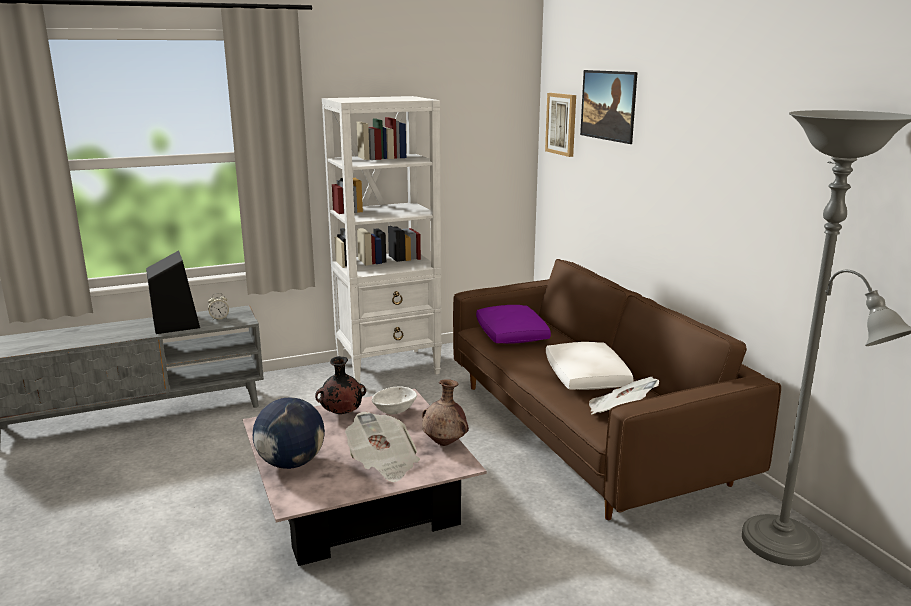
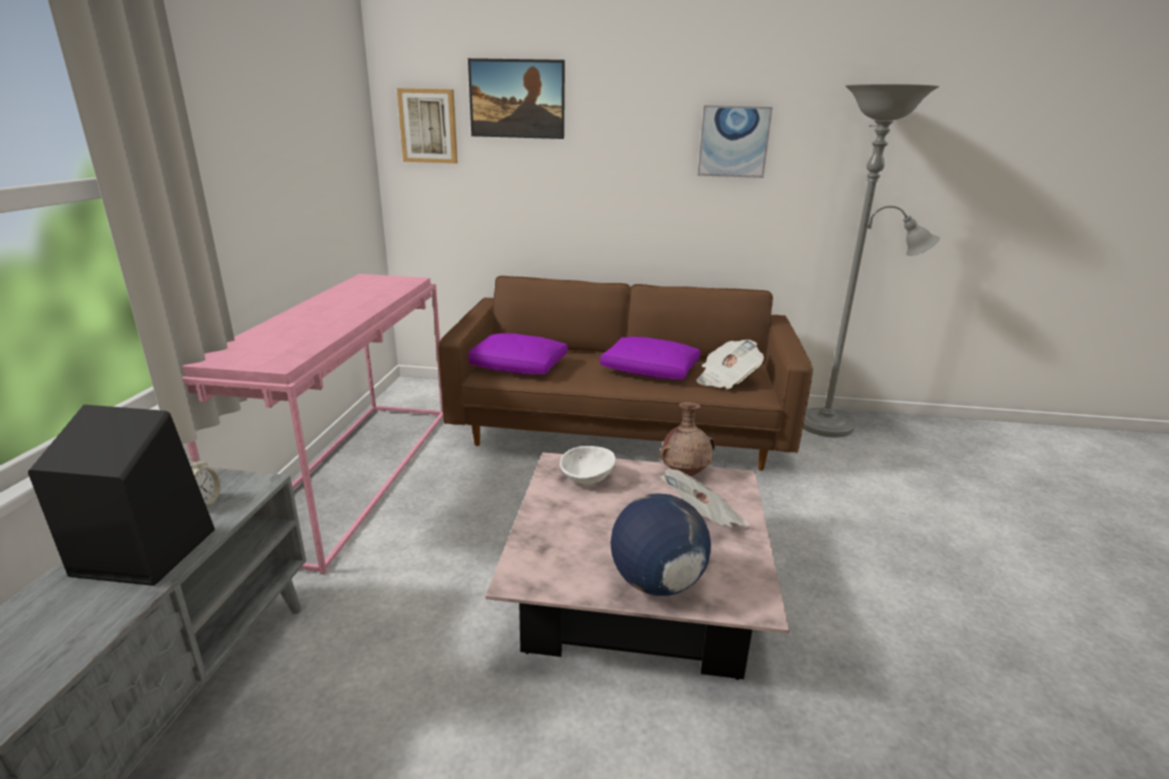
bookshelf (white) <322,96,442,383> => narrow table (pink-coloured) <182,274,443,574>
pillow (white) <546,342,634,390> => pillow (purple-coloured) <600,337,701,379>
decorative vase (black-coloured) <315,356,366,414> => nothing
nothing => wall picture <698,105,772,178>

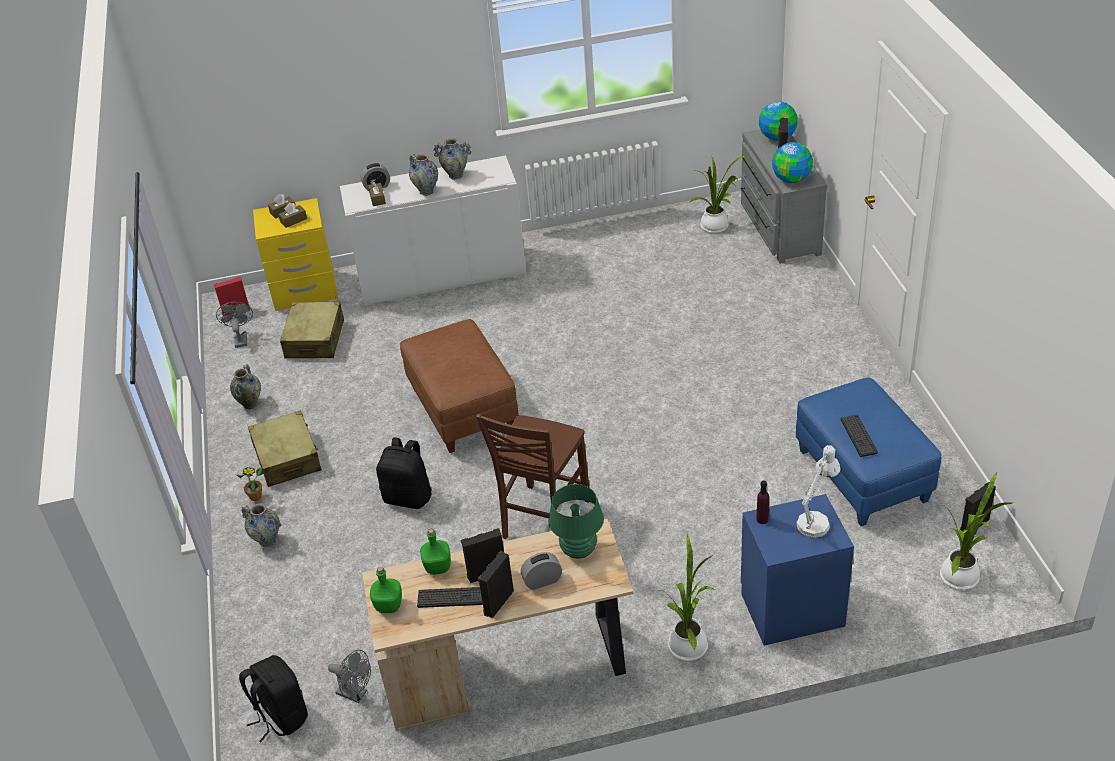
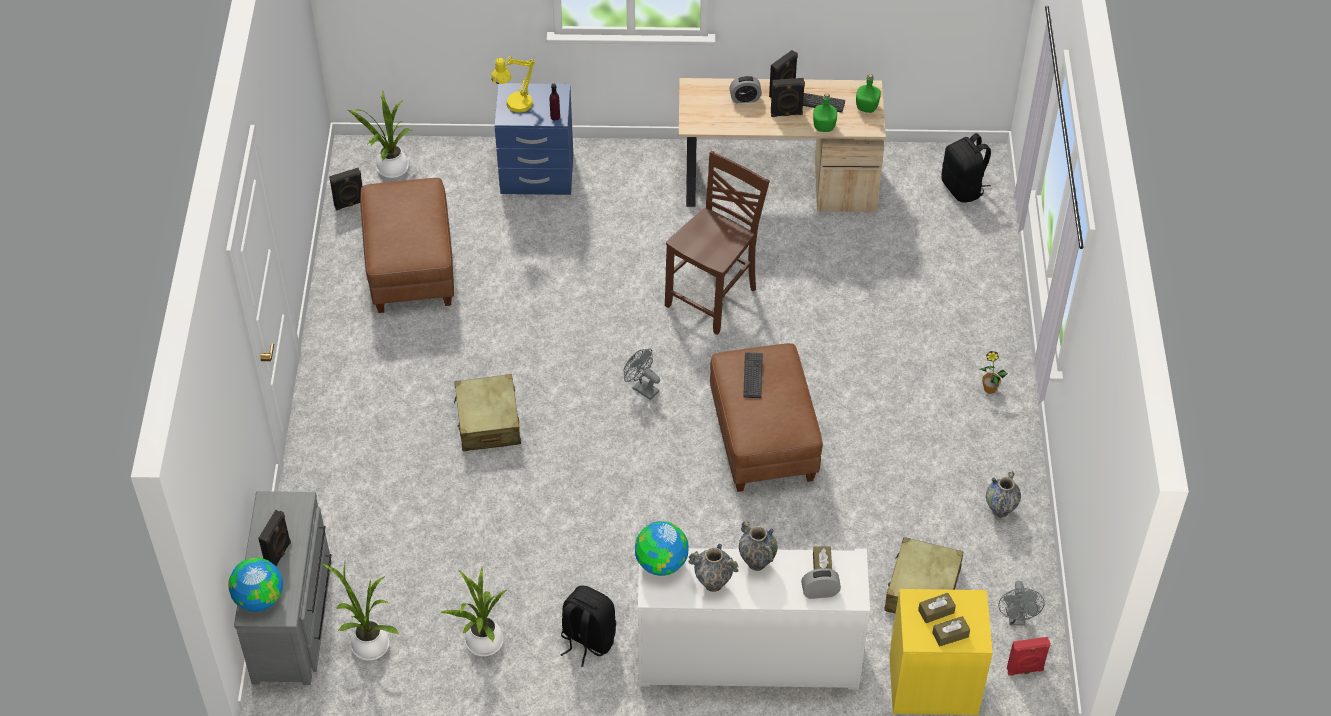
world globe <772,142,813,183> => world globe <635,521,688,576>, move
footrest (bluish) <796,378,941,526> => footrest (brown-coloured) <360,178,454,313>
travel case (beige) <248,411,322,487> => travel case (beige) <454,374,521,451>, move
computer keyboard <841,415,878,457> => computer keyboard <743,352,763,398>, move
backpack (black-coloured) <376,437,432,509> => backpack (black-coloured) <561,586,616,667>, move
tabletop lamp (white) <797,445,840,538> => tabletop lamp (yellow-coloured) <491,56,535,113>
tabletop lamp (green) <548,484,604,559> => nothing
decorative vase <241,504,281,547> => nothing
plant in a pot <658,534,715,661> => plant in a pot <441,567,507,656>, move
electric fan (grey) <328,650,371,703> => electric fan (grey) <624,348,660,400>, move

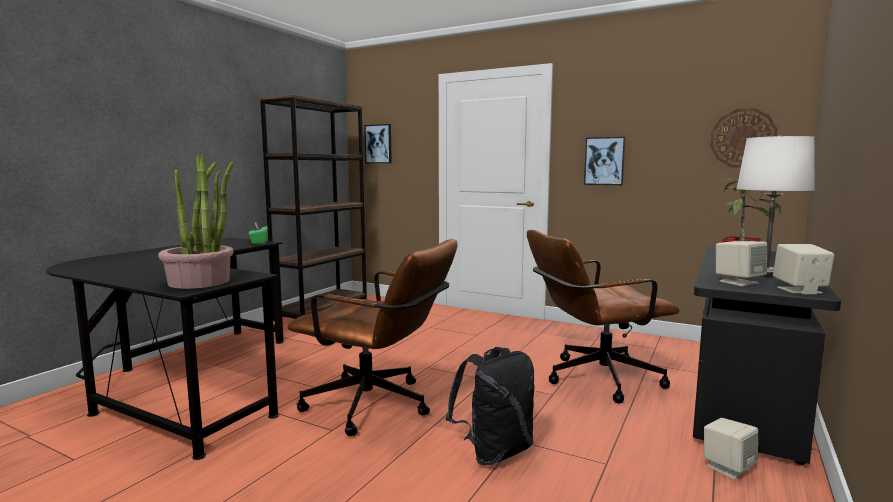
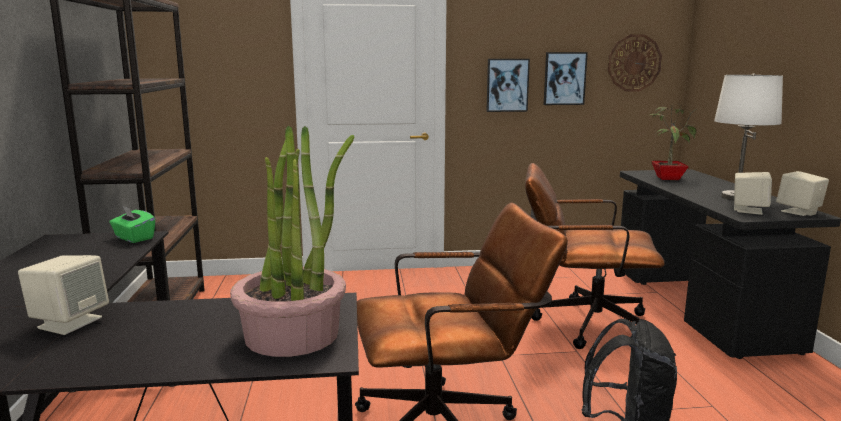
wall picture <364,124,392,163> => wall picture <544,52,588,105>, move
computer chair (brown-coloured) <527,230,680,404> => computer chair (brown-coloured) <525,163,665,349>, 60 degrees clockwise
speaker (beige) <704,418,758,479> => speaker (beige) <18,255,109,335>, move

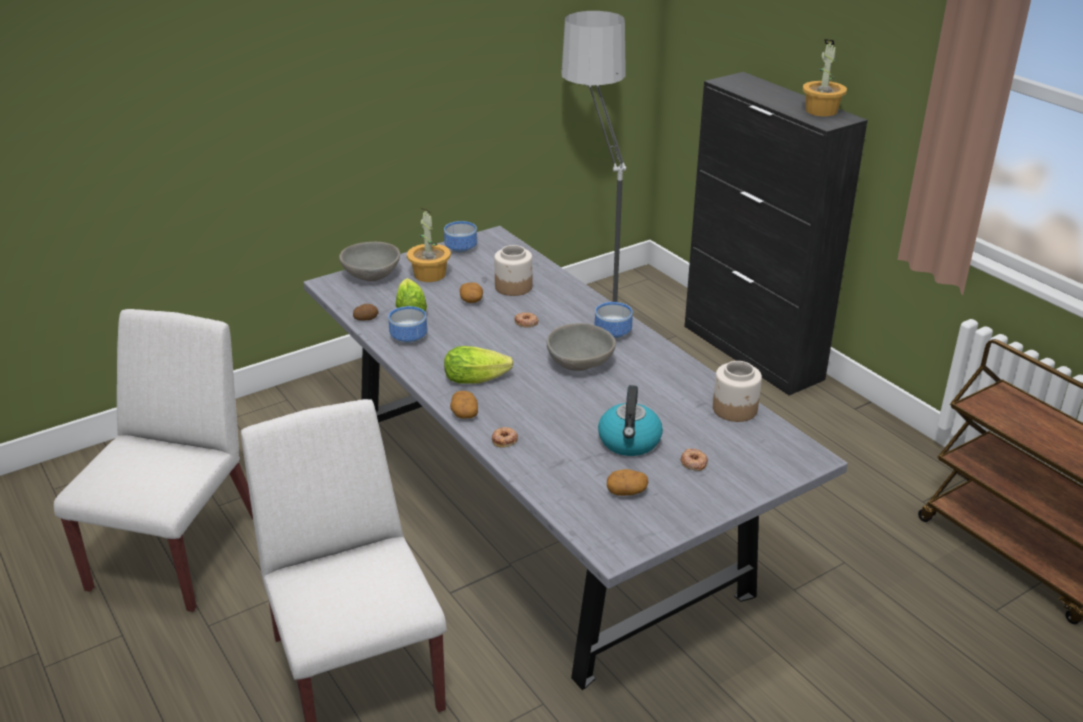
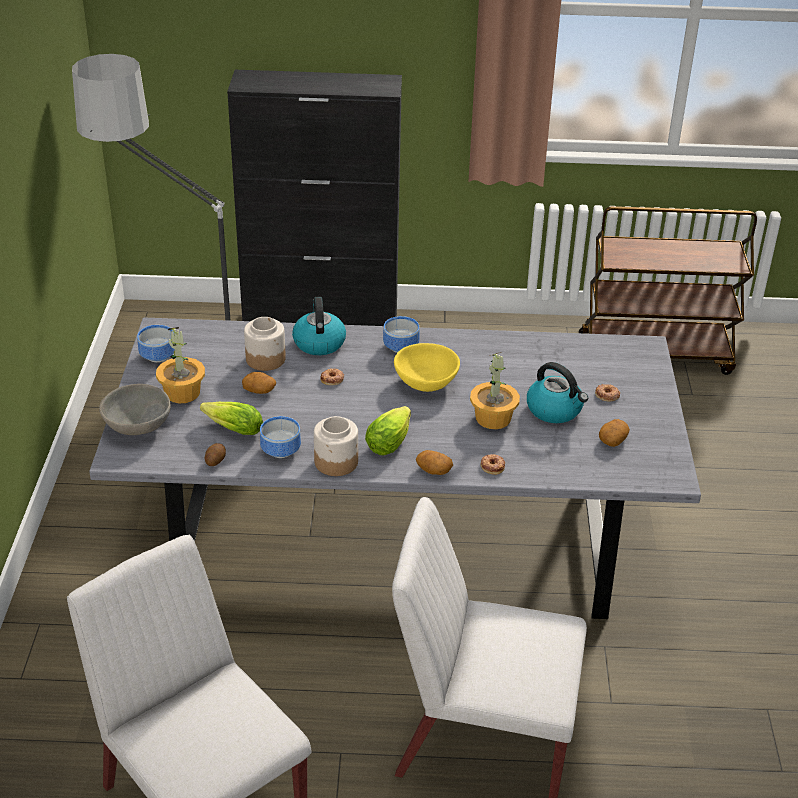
plant in a pot <802,39,847,117> => plant in a pot <470,352,520,429>, move
bowl (grey) <547,323,616,371> => bowl (yellow-coloured) <394,343,460,392>
preserve jar <713,361,762,422> => preserve jar <314,416,358,476>, move
nothing => water kettle <292,297,346,355>

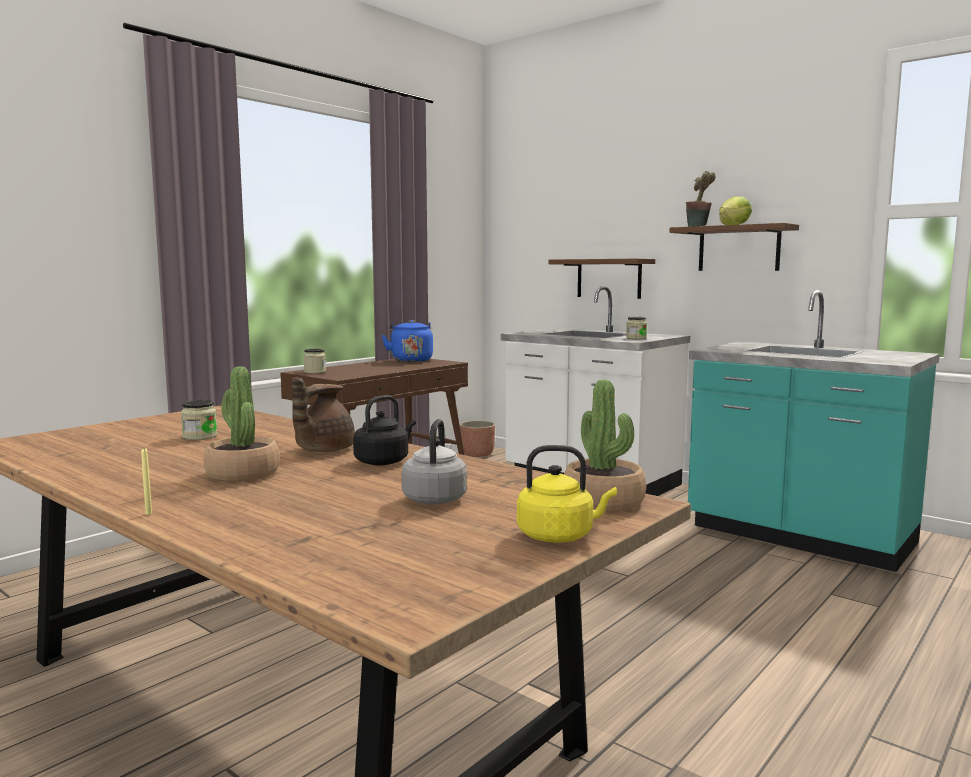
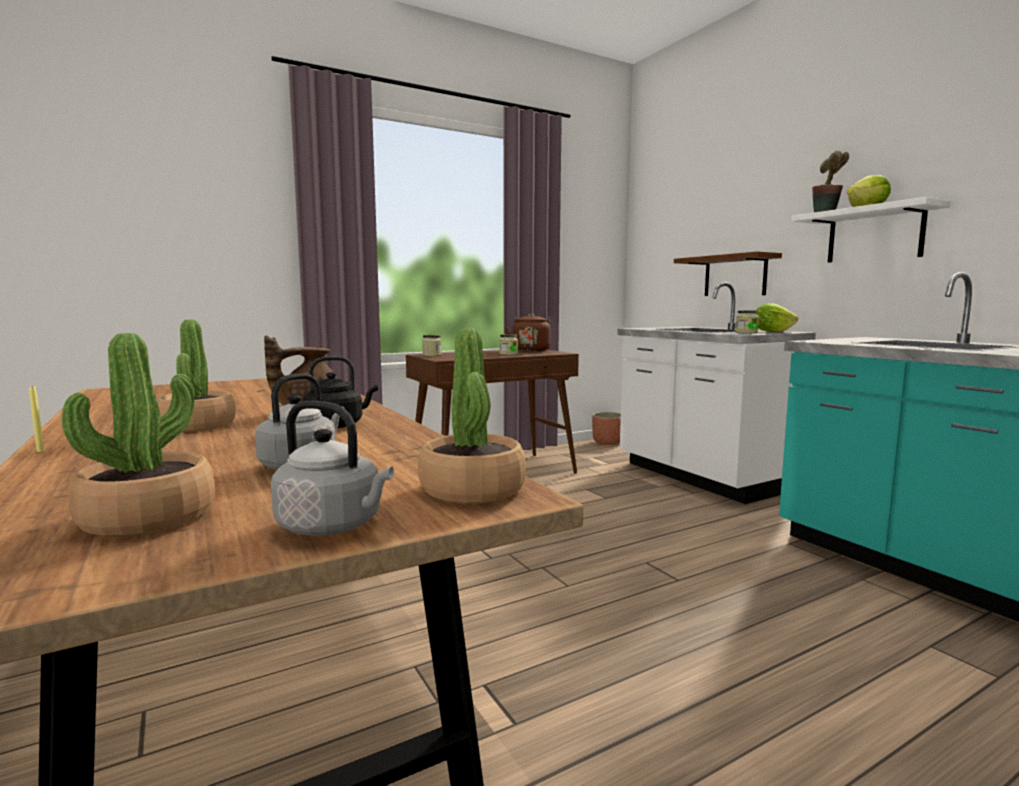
shelf (brown-coloured) <670,223,799,271> => shelf (white) <791,197,951,263>
water kettle (bluish) <382,320,433,362> => water kettle (brown-coloured) <504,314,551,352>
preserve jar <181,400,217,440> => preserve jar <499,334,518,355>, move
water kettle (yellow-coloured) <517,445,617,543> => water kettle (grey) <271,401,394,536>
nothing => lettuce <755,303,798,332>
nothing => plant in a pot <62,333,215,537>

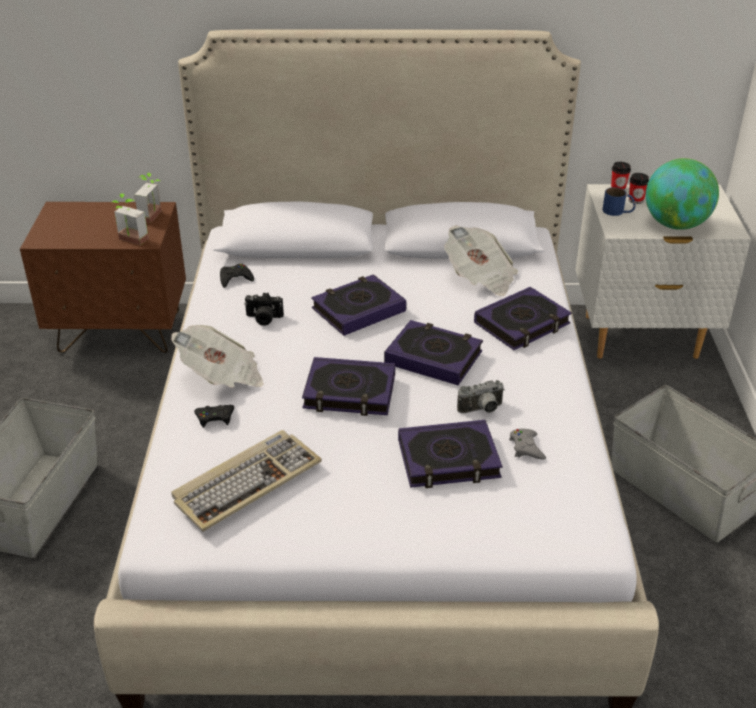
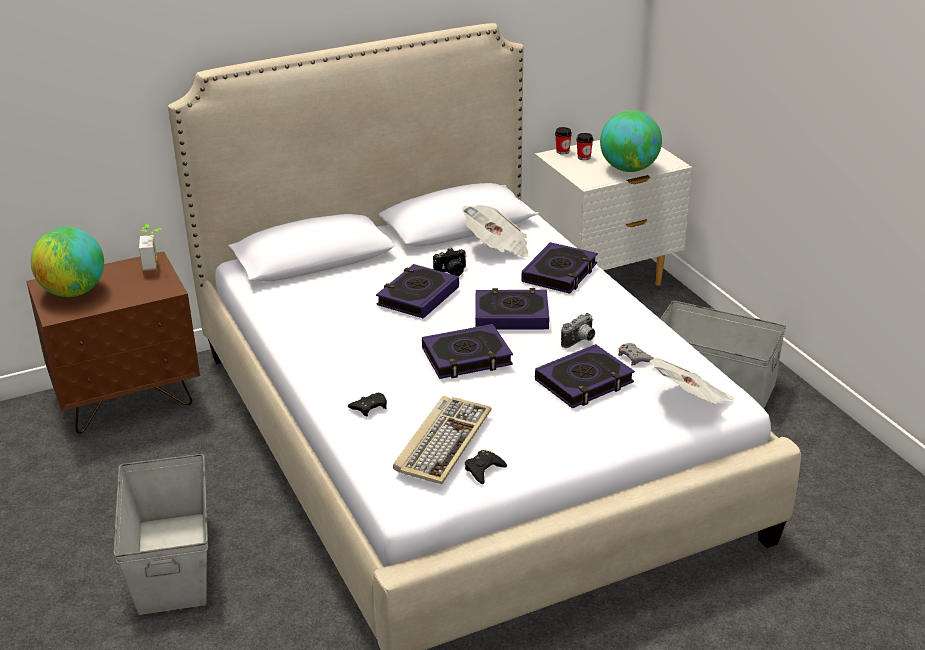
tea mug (bluish) <602,187,635,216> => nothing
plant in a pot <112,193,149,246> => nothing
gamepad (black-coloured) <220,264,254,288> => gamepad (black-coloured) <465,450,507,484>, move
photo camera <244,292,284,326> => photo camera <433,248,466,276>, move
newspaper <171,325,264,388> => newspaper <650,358,734,404>, move
nothing => world globe <31,227,104,297>

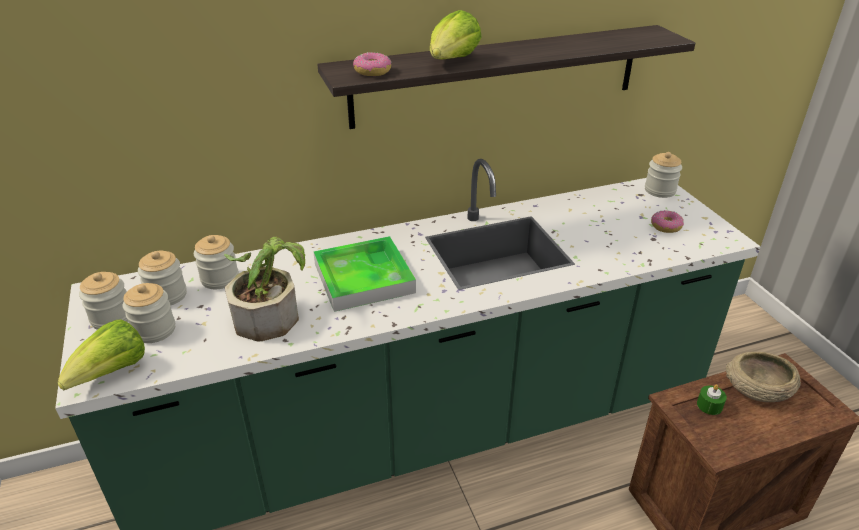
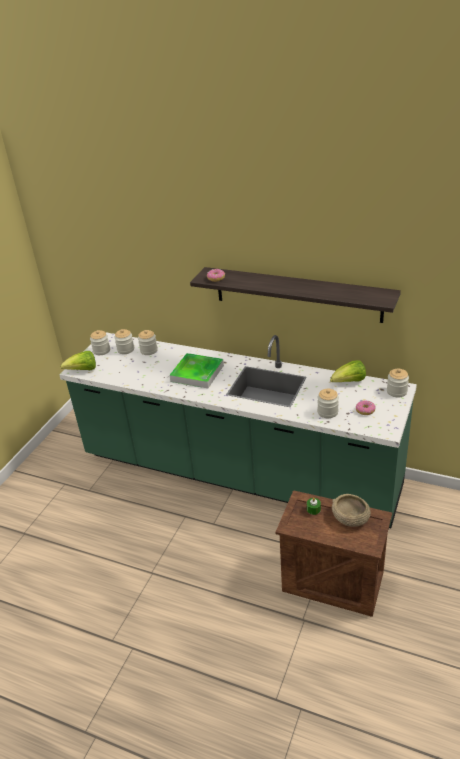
lettuce <430,10,482,59> => lettuce <330,360,366,382>, move
plant in a pot <224,237,305,342> => nothing
preserve jar <123,283,175,343> => preserve jar <317,389,339,418>, move

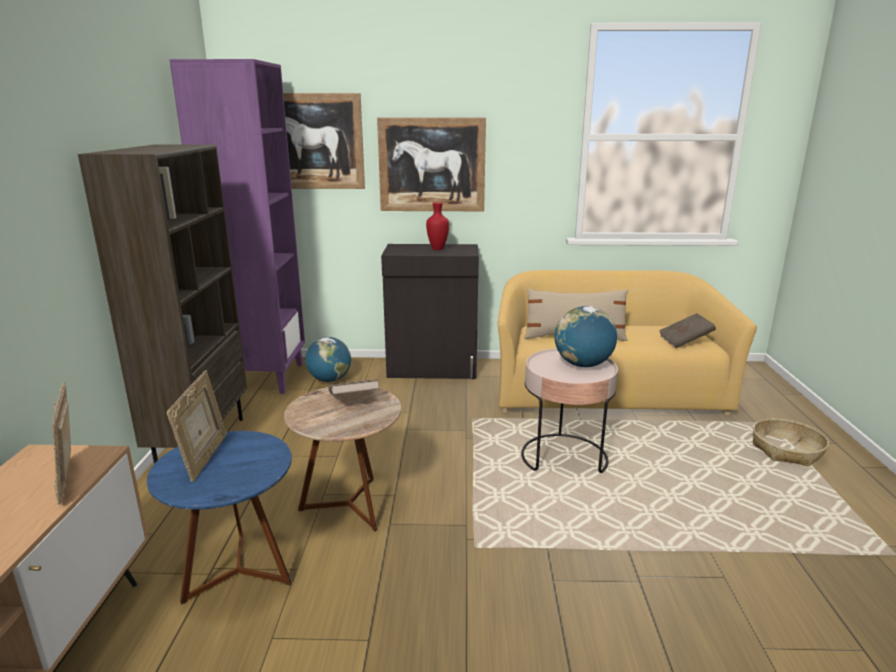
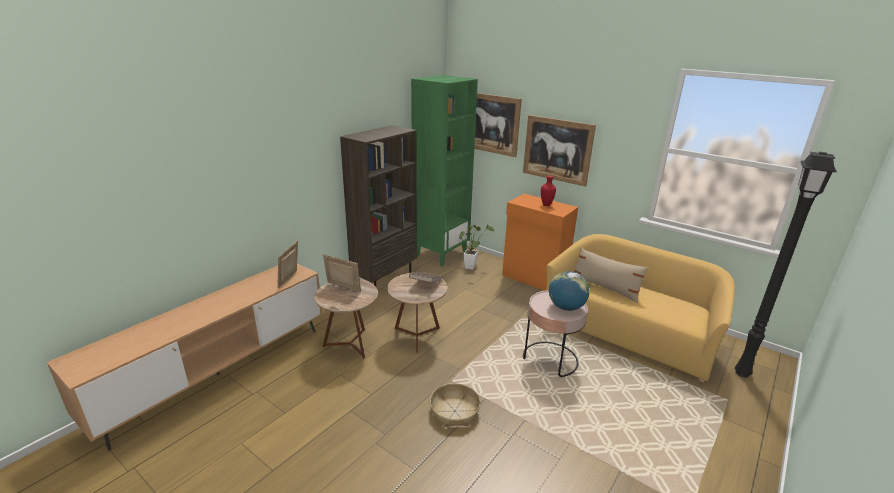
bookshelf (purple-coloured) <169,59,305,394> => bookshelf (green) <411,75,478,266>
storage cabinet (black-coloured) <381,244,479,379> => storage cabinet (orangey) <502,194,578,291>
bound book (brown-coloured) <659,313,716,348> => nothing
world globe <305,337,351,382> => plant in a pot <459,225,494,270>
picture frame <167,370,227,482> => picture frame <323,254,361,292>, 105 degrees counterclockwise
storage basket <753,418,829,467> => storage basket <430,383,481,427>, move
side table (bluish) <147,431,292,605> => side table (brown-coloured) <314,279,378,358>
nothing => standard lamp (black-coloured) <735,152,837,377>

